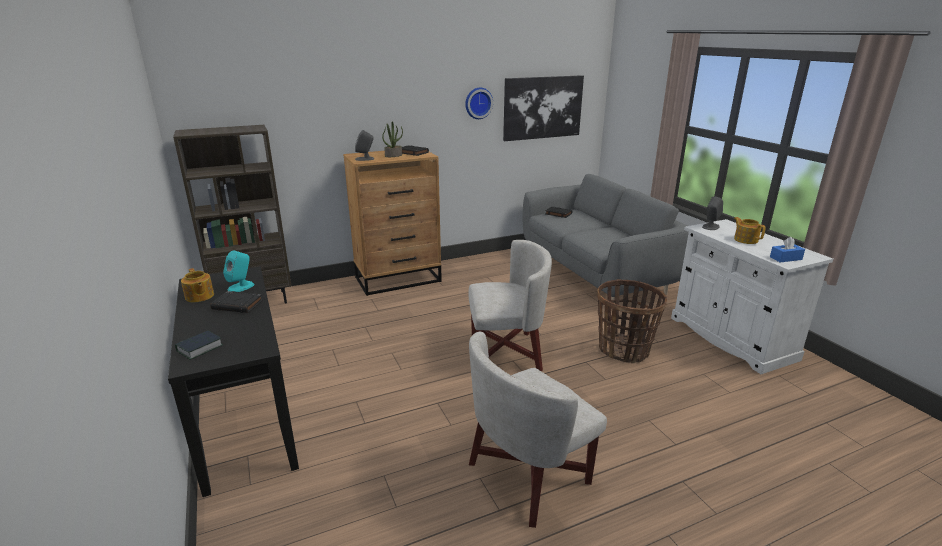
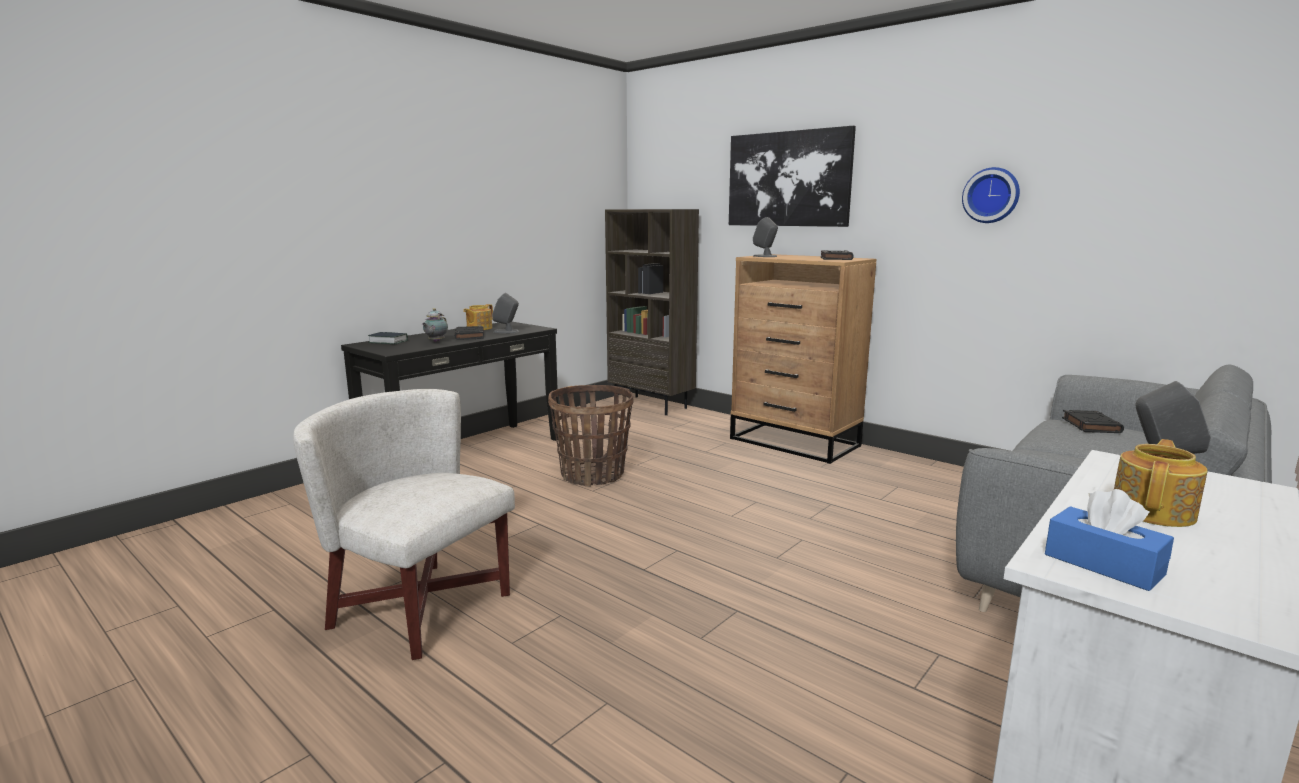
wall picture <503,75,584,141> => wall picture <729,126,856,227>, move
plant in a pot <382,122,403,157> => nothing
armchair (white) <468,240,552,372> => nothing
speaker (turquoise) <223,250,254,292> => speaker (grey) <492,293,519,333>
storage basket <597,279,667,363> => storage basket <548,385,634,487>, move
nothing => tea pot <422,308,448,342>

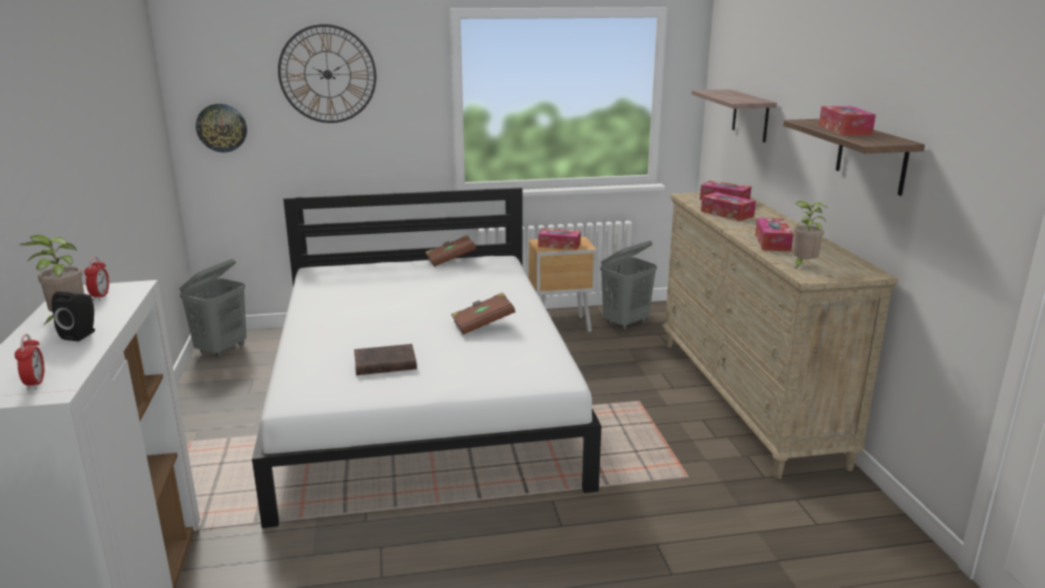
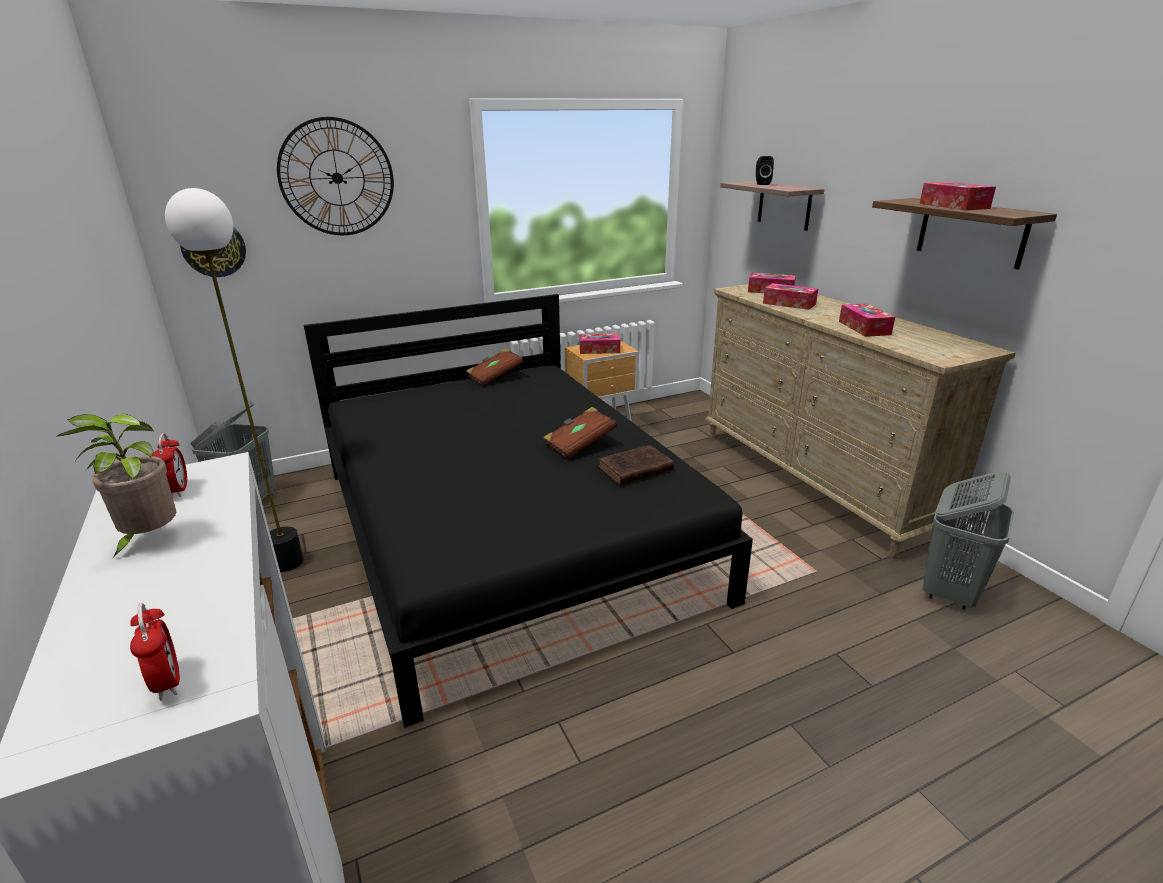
bedroom bed (white) <252,188,601,528> => bedroom bed (black-coloured) <304,294,753,728>
plant in a pot <793,201,827,269> => nothing
hamper (grey) <600,241,657,330> => hamper (grey) <922,471,1014,610>, move
speaker (black-coloured) <52,292,95,341> => speaker (black-coloured) <756,156,774,185>, move
bound book (brown-coloured) <354,344,417,375> => bound book (brown-coloured) <598,445,674,485>, move
nothing => standard lamp <165,188,304,572>

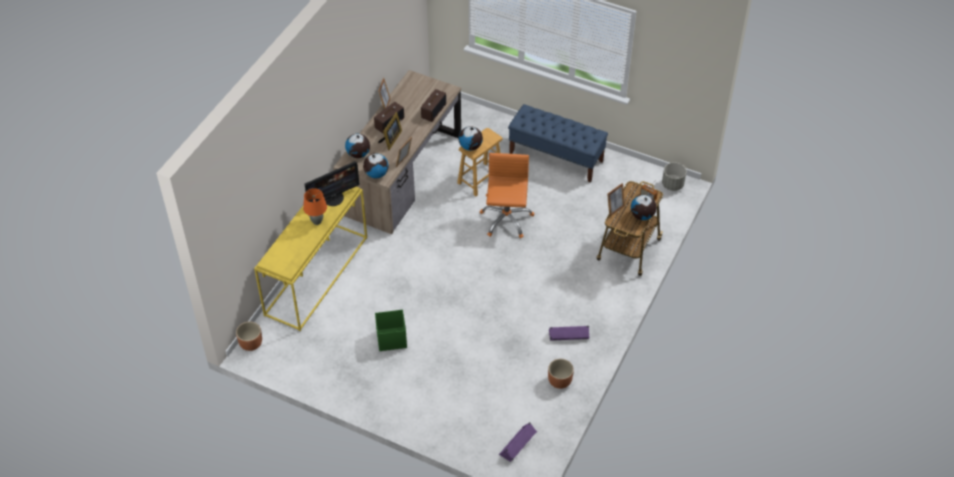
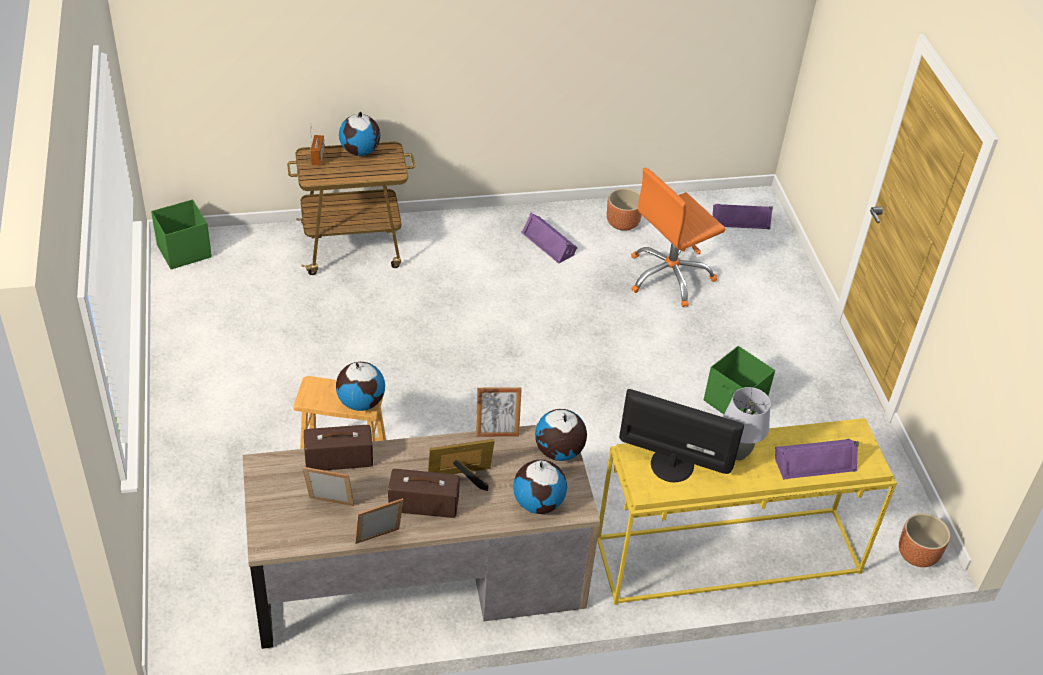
indoor bench (bluish) <508,104,608,183> => nothing
computer chair (orangey) <480,153,534,238> => computer chair (orangey) <631,168,725,307>, move
flower pot (grey) <662,162,686,191> => storage bin (green) <151,199,212,269>
picture frame <607,183,625,216> => picture frame <303,467,354,506>, move
tabletop lamp (orangey) <303,188,327,225> => tabletop lamp (grey) <723,387,771,460>
nothing => speaker (purple-coloured) <775,439,859,480>

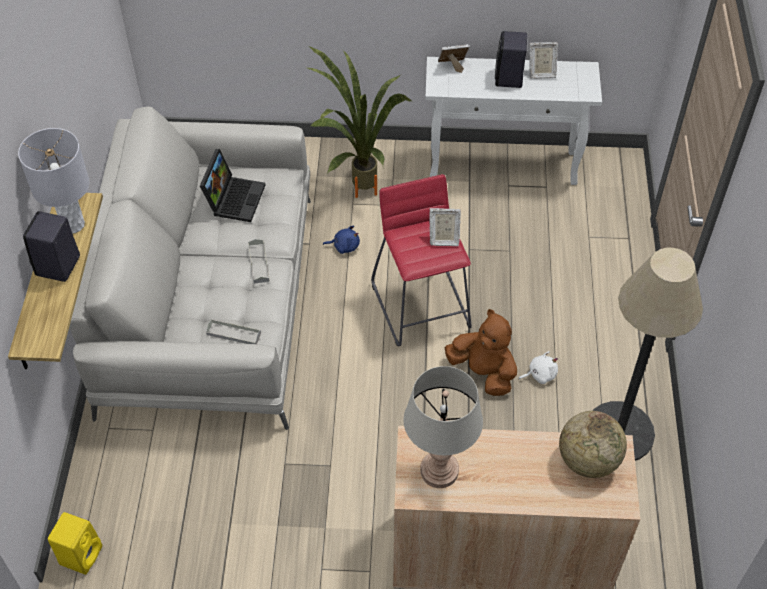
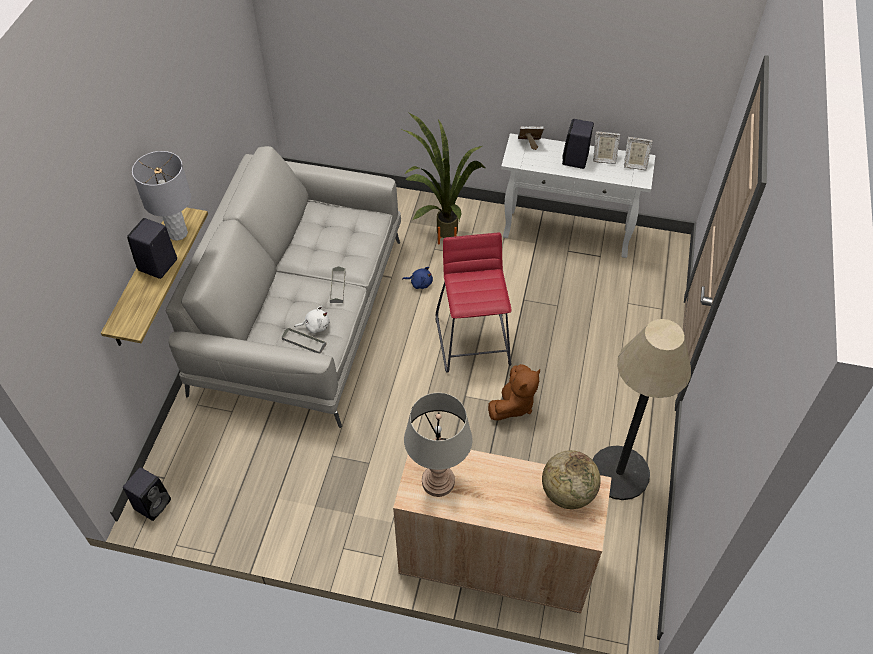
notebook computer <200,149,265,222> => nothing
picture frame <430,208,461,246> => picture frame <624,137,652,170>, move
soft toy (brown-coloured) <445,309,517,396> => soft toy (brown-coloured) <488,364,540,420>, 75 degrees clockwise
soft toy (white) <518,351,558,384> => soft toy (white) <295,306,330,334>, move
speaker (yellow-coloured) <48,512,102,574> => speaker (black-coloured) <123,467,171,521>

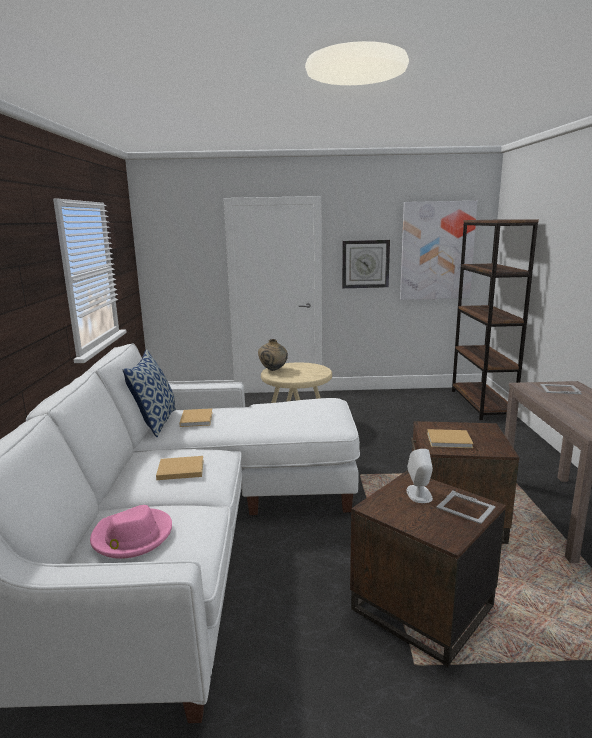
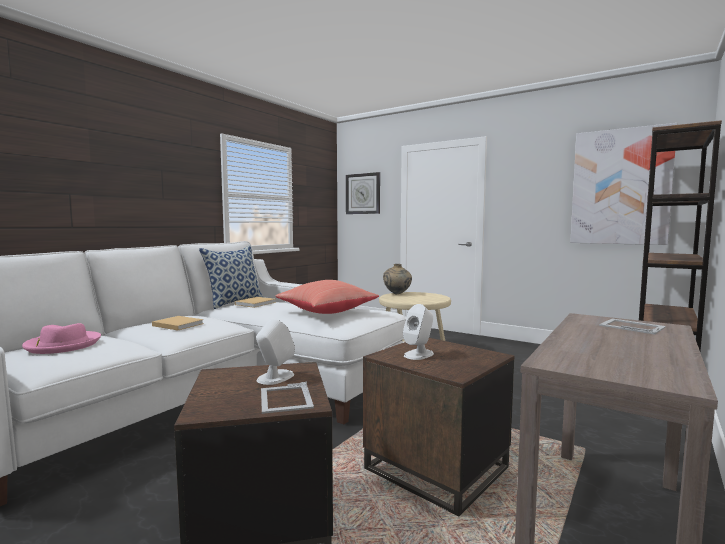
clock on the wall <342,240,390,288> => clock on the wall <346,172,380,214>, move
bound book (beige) <427,429,473,448> => speaker (white) <403,304,434,360>
nothing => pillow (red-coloured) <276,280,379,314>

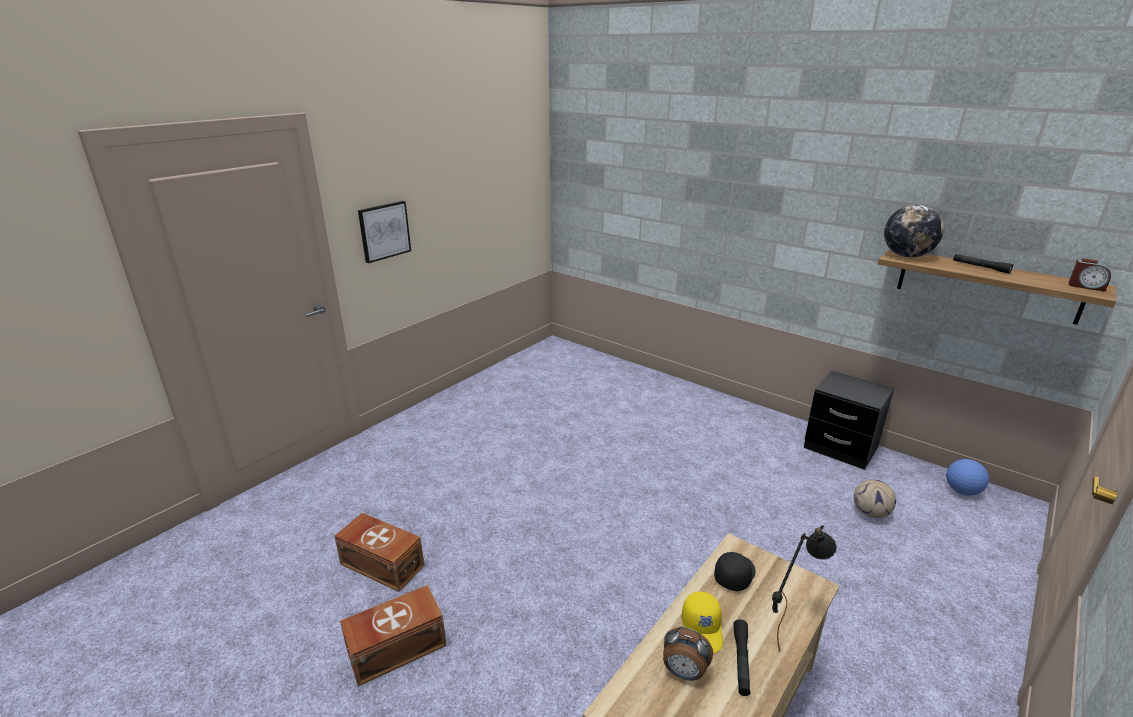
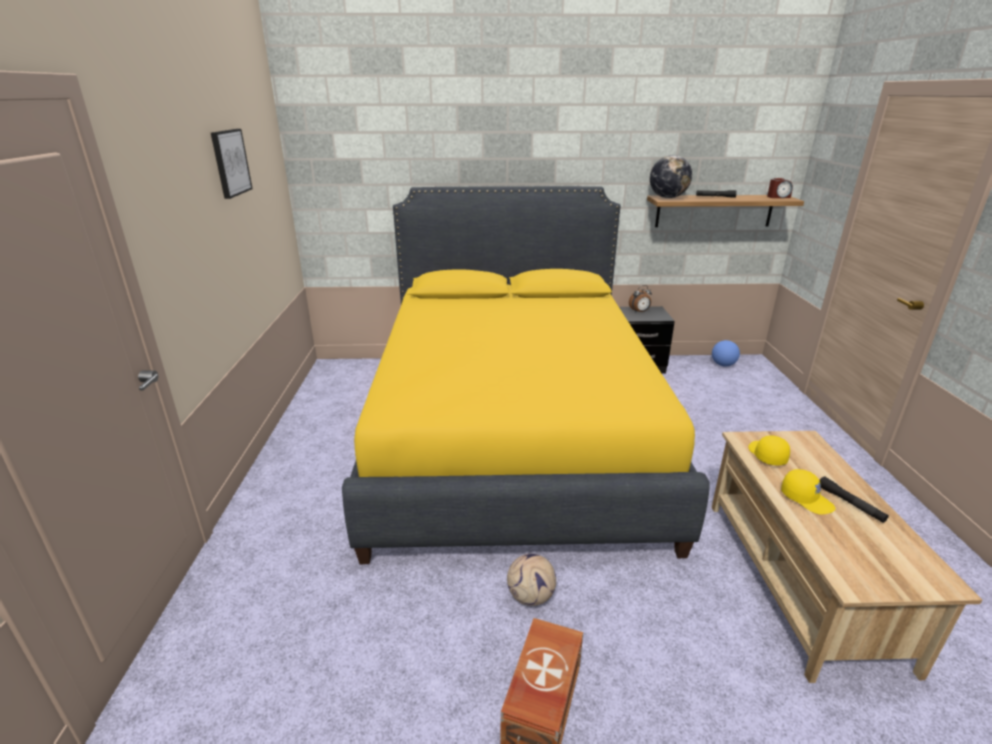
wall picture <358,201,411,263> => wall picture <211,129,253,199>, move
football <854,480,896,518> => football <507,554,556,606>, move
storage bin (brown-coloured) <334,513,424,592> => nothing
tabletop lamp (black-coloured) <772,525,837,652> => nothing
baseball cap (black-coloured) <714,552,756,591> => baseball cap (yellow-coloured) <748,435,790,466>
alarm clock <663,627,713,681> => alarm clock <629,285,652,313>, move
nothing => bedroom bed (yellow-coloured) <342,186,710,564>

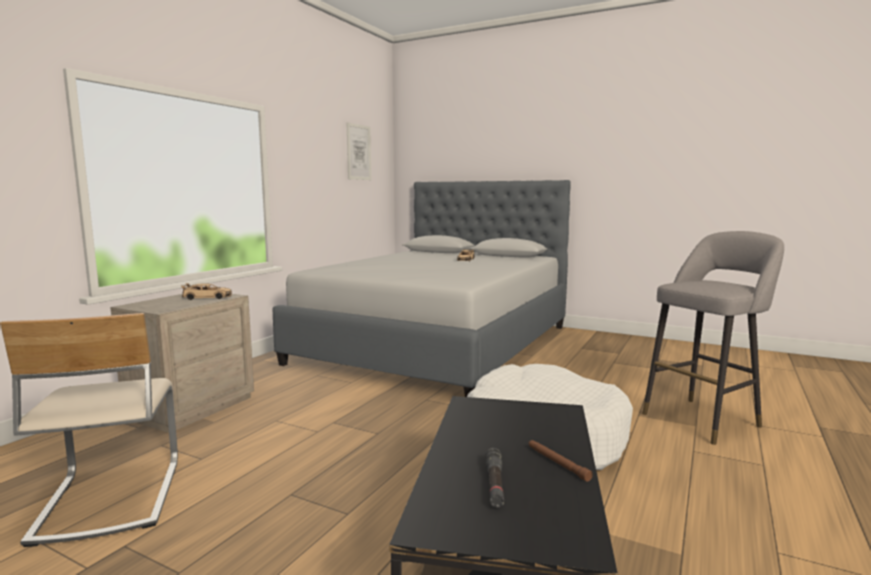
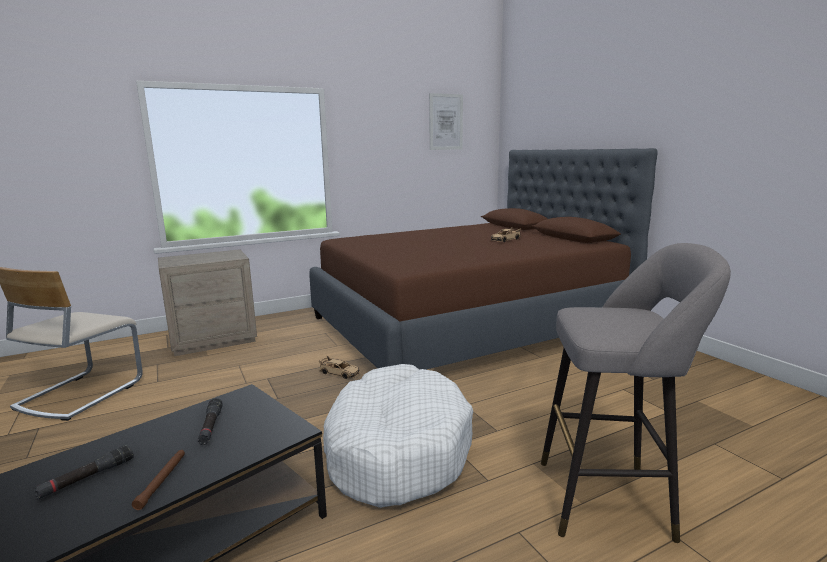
bedroom bed (grey) <273,180,571,397> => bedroom bed (brown-coloured) <309,148,658,370>
miniature car (beige) <181,283,232,300> => miniature car (beige) <319,356,360,379>, move
nothing => torch (black-coloured) <198,398,223,445>

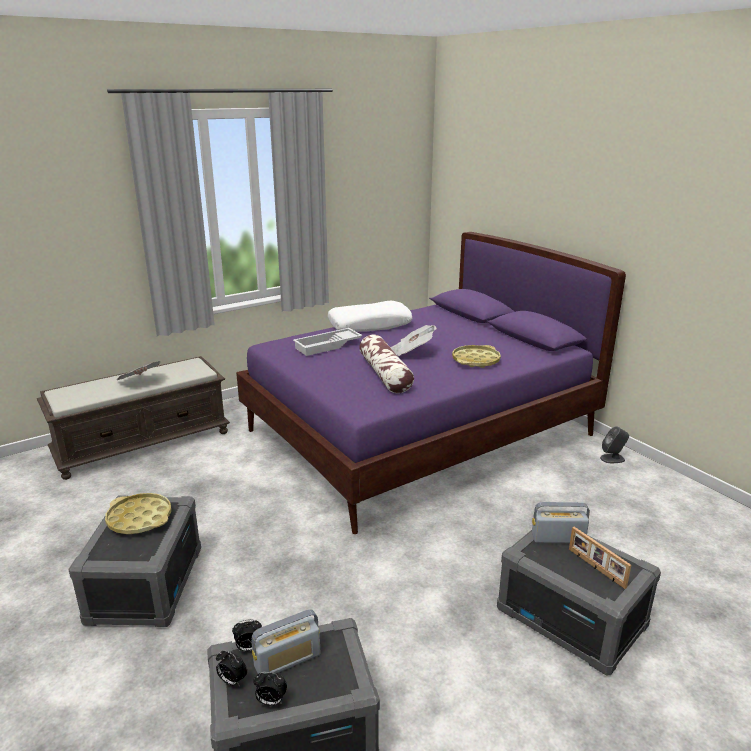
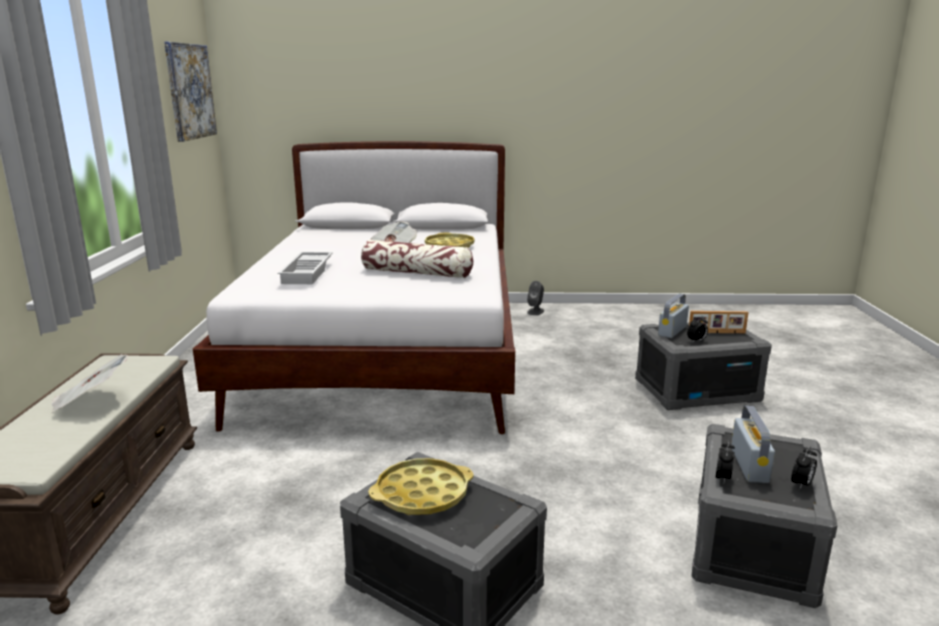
bedroom bed (purple-coloured) <236,232,626,534> => bedroom bed (white) <193,141,515,434>
pillow (white) <328,301,412,332> => nothing
alarm clock <216,650,247,686> => alarm clock <687,316,708,343>, move
nothing => wall picture <164,42,217,142>

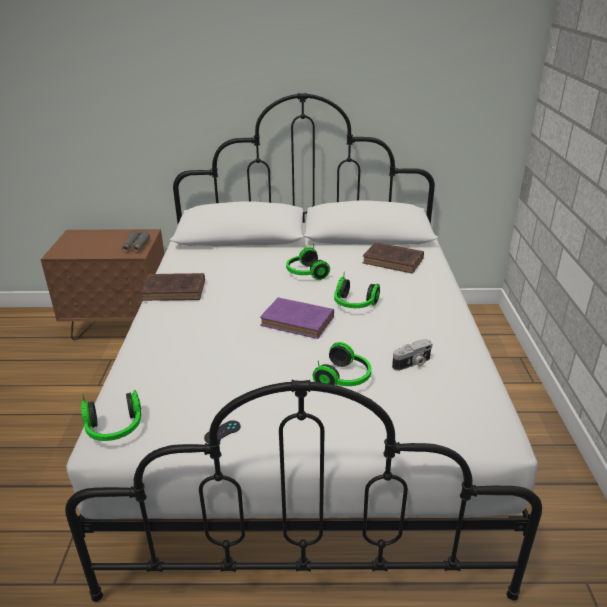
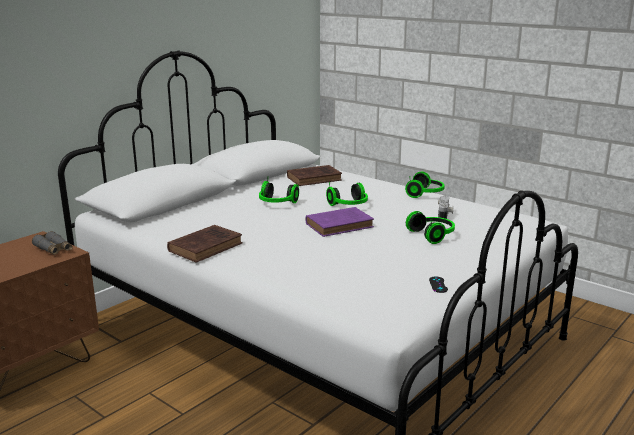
headphones <81,390,141,441> => headphones <405,172,445,198>, move

